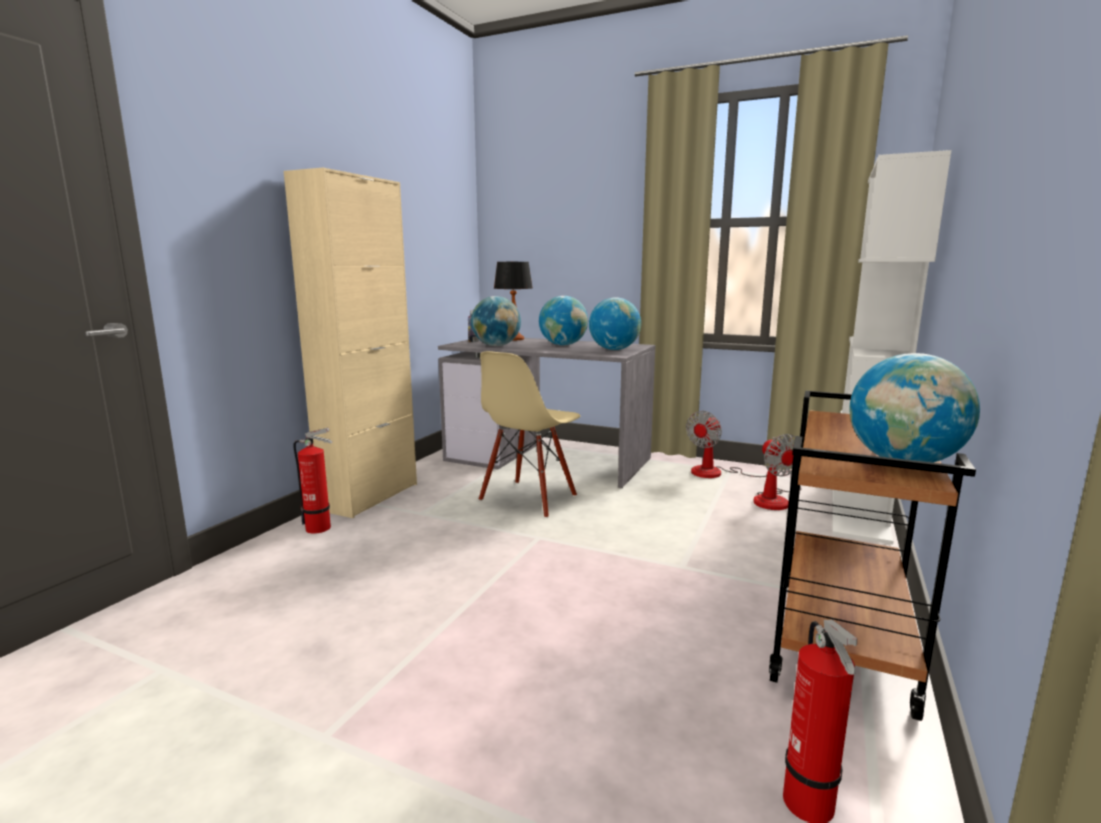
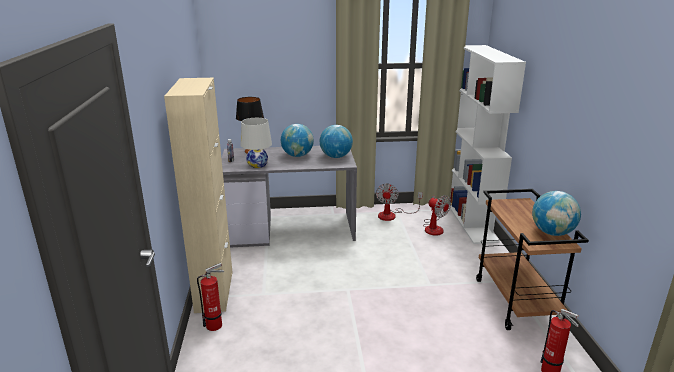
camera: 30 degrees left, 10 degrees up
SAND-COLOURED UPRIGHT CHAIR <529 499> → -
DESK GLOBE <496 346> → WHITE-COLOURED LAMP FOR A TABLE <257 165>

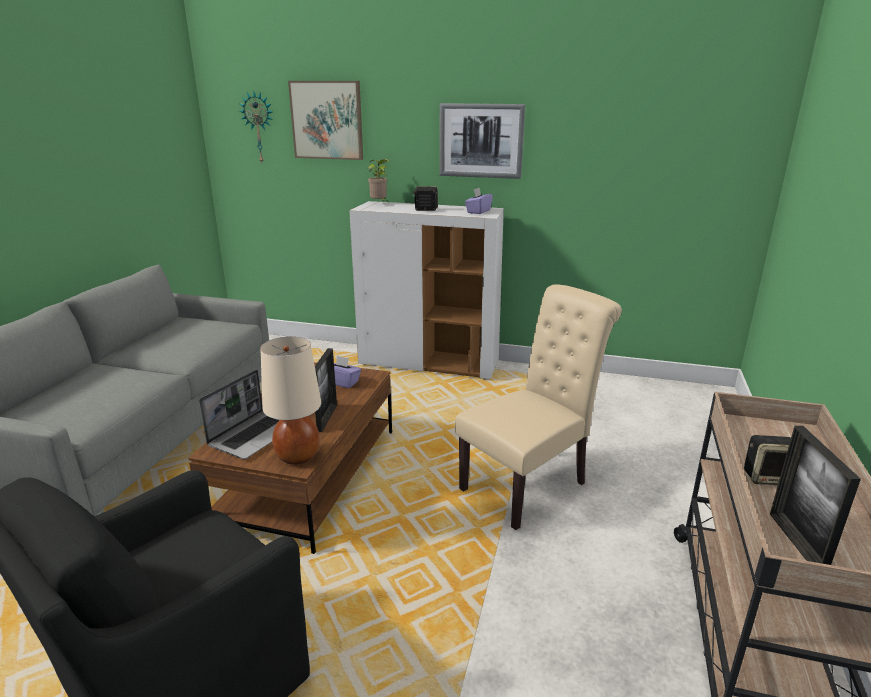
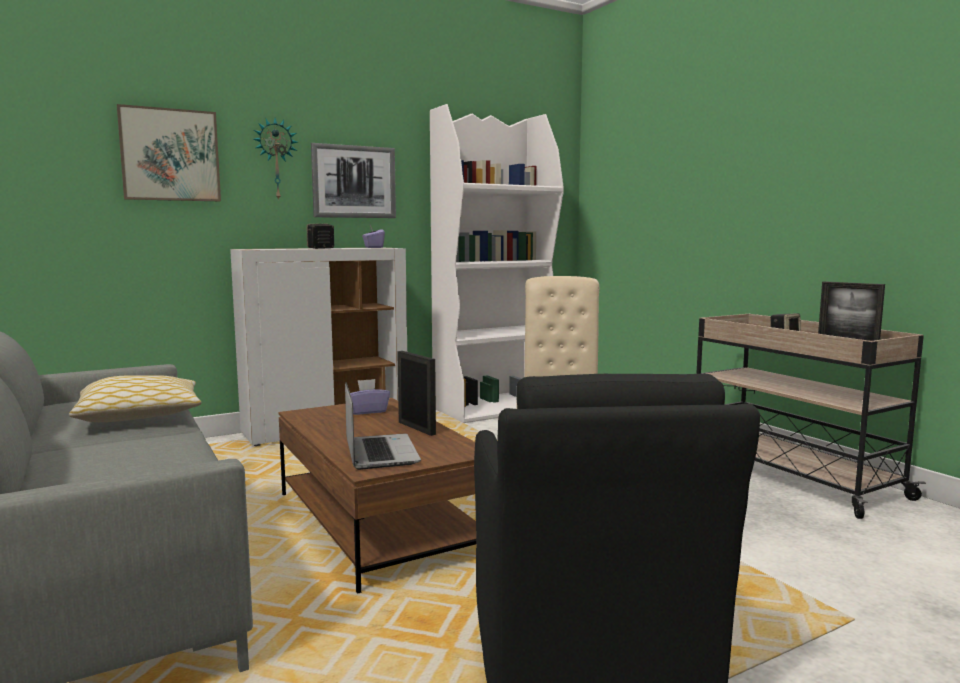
camera: 45 degrees left, 15 degrees down
SAND-COLOURED LAMP FOR A TABLE <297 456> → -
POTTED PLANT <379 204> → -
- → CUSHION <140 415>
- → WHITE-COLOURED BOOKCASE <496 408>
HANGING CLOCK <259 127> → HANGING CLOCK <275 159>, moved

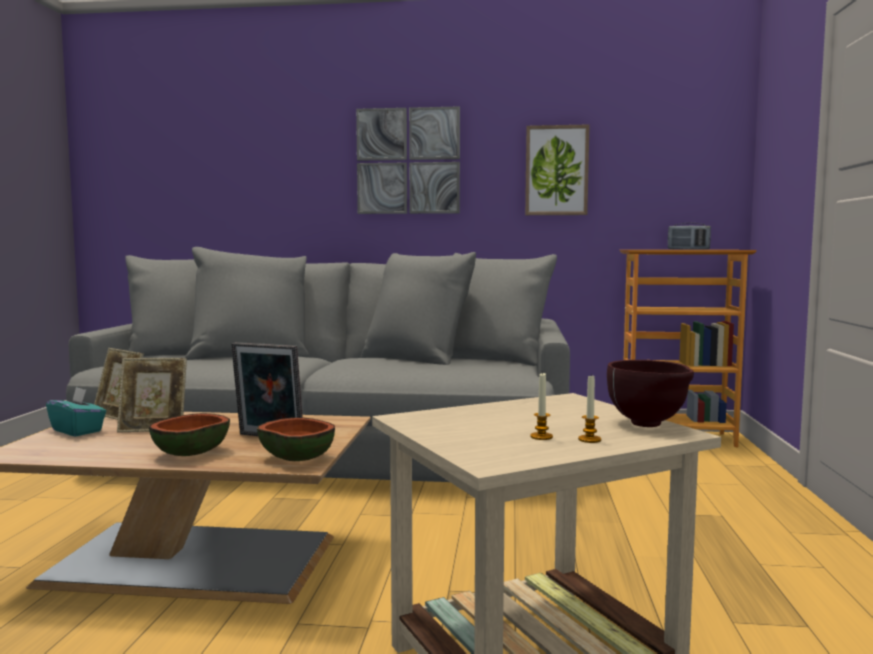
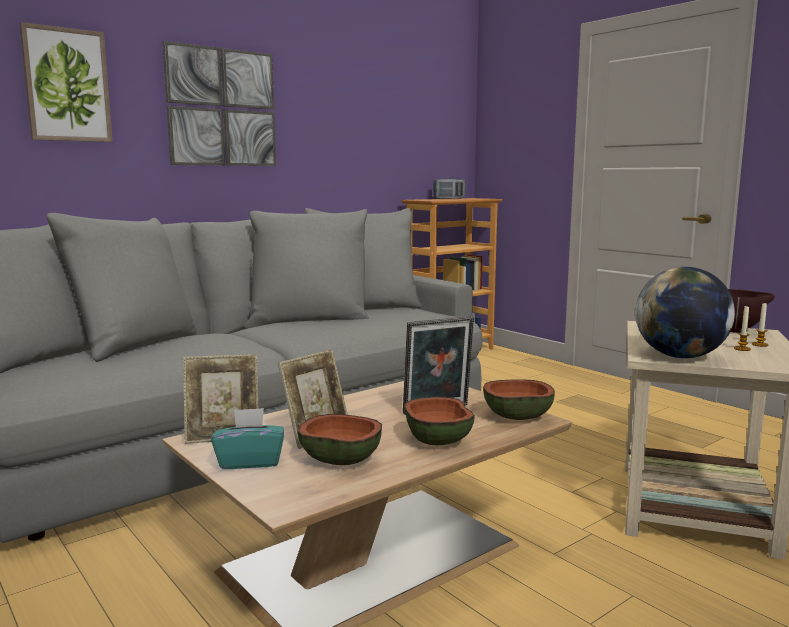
camera: 45 degrees left, 5 degrees up
- → BOWL <339 460>
- → DESK GLOBE <680 356>
WALL PICTURE <556 170> → WALL PICTURE <67 85>, moved

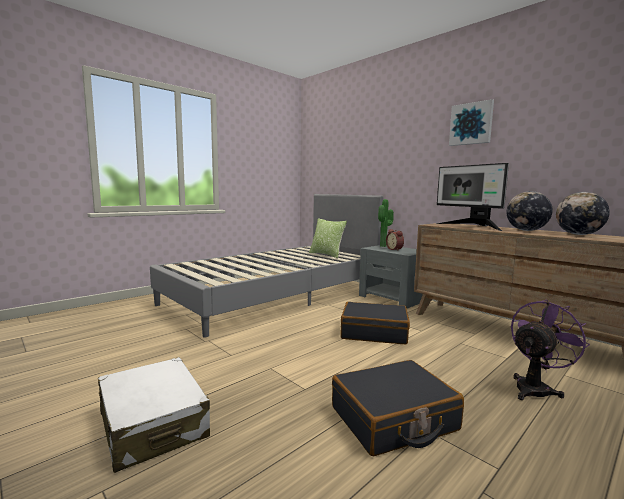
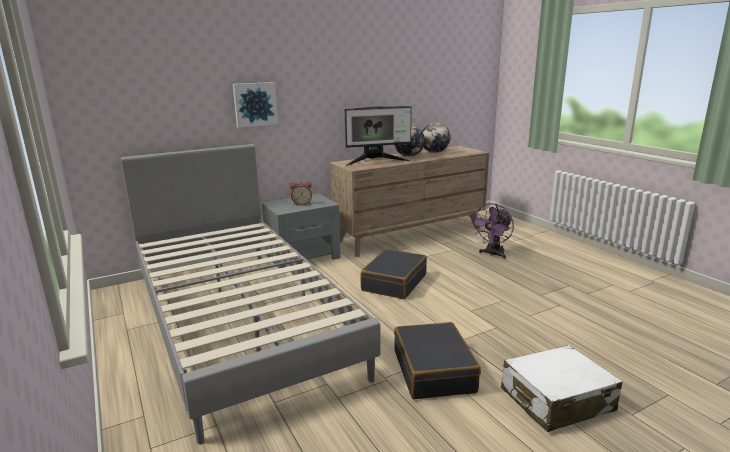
camera: 75 degrees left, 10 degrees up
CUSHION <326 255> → -
POTTED PLANT <384 246> → -
BLACKISH PIECE OF LUGGAGE <394 419> → BLACKISH PIECE OF LUGGAGE <434 371>, moved
WALL PICTURE <471 124> → WALL PICTURE <255 104>, moved
PURPLE FAN <535 388> → PURPLE FAN <493 254>, 120 degrees counterclockwise

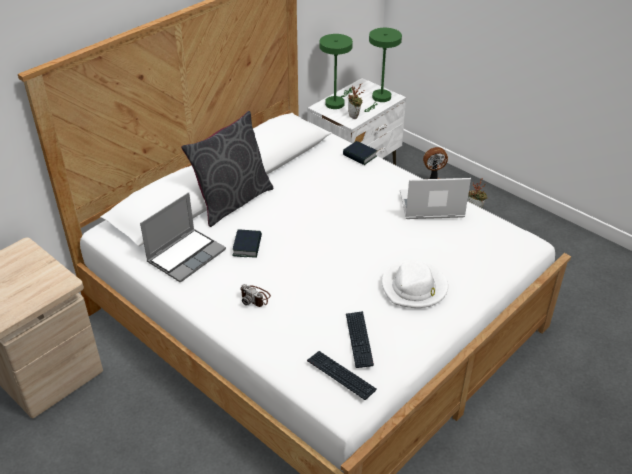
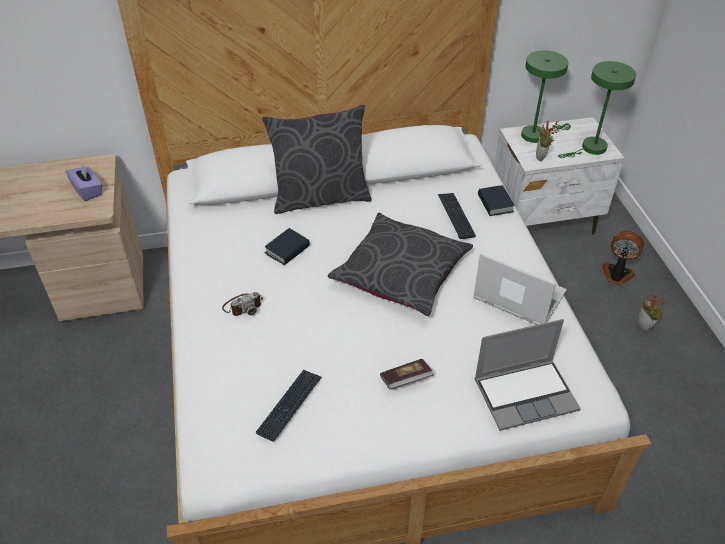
camera: 35 degrees right, 5 degrees up
- → PURPLE TISSUE HOLDER <88 191>
- → GREY CUSHION <401 272>
PORTABLE COMPUTER <186 255> → PORTABLE COMPUTER <526 394>, moved
KEYBOARD <341 375> → KEYBOARD <456 216>, moved
WHITE-COLOURED CLOTHING HAT <414 287> → BOUND BOOK <405 380>
PHOTO CAMERA <255 297> → PHOTO CAMERA <243 306>, 105 degrees counterclockwise

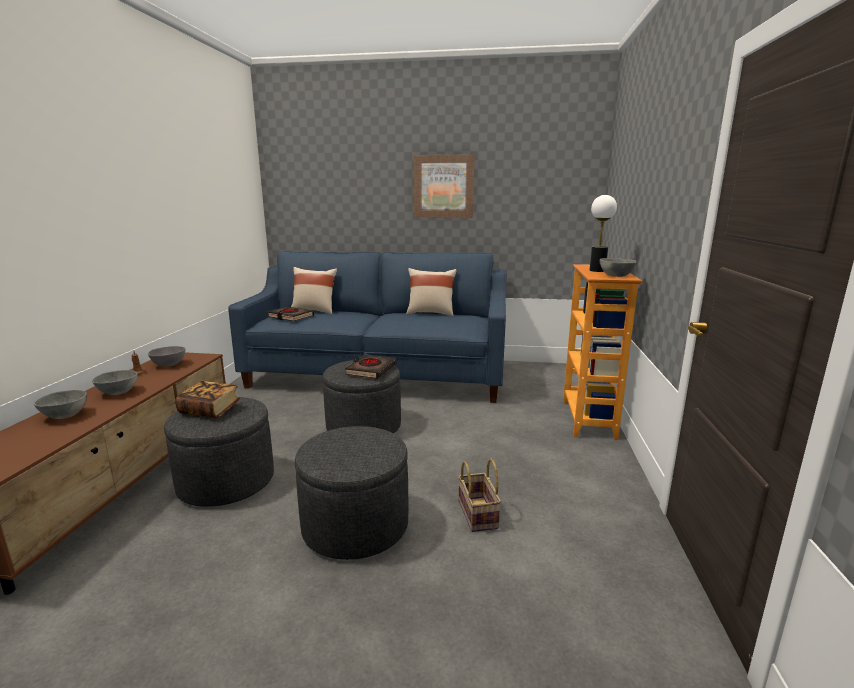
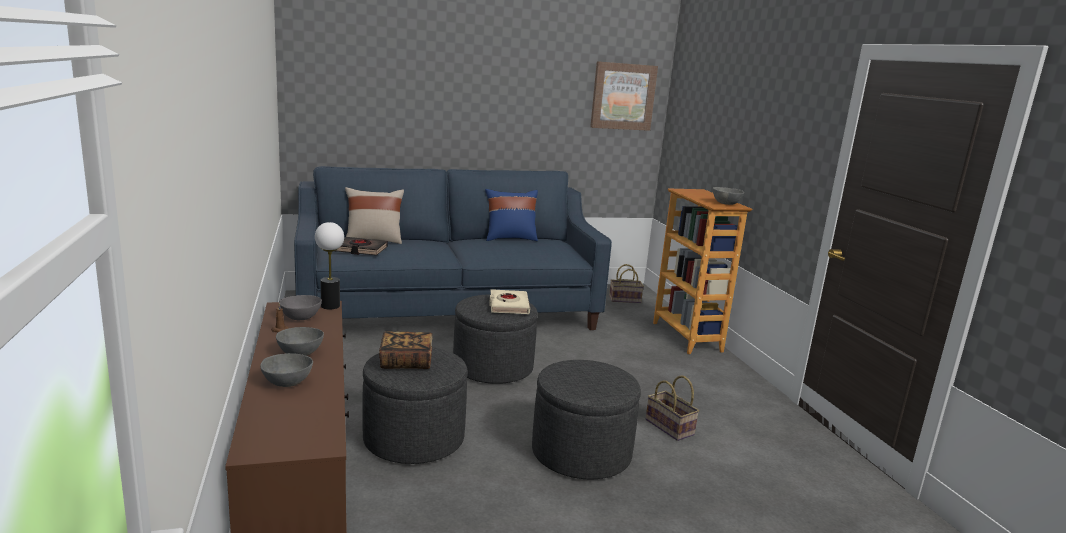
camera: 25 degrees left, 0 degrees up
- → HOUSEHOLD BASKET <625 299>
WALL PICTURE <443 186> → WALL PICTURE <623 96>, moved
LAMP FOR A TABLE <597 270> → LAMP FOR A TABLE <330 306>, moved
BLACKISH BOUND BOOK <371 370> → SAND-COLOURED BOUND BOOK <508 306>
SAND-COLOURED CUSHION <431 313> → BLUE CUSHION <510 238>

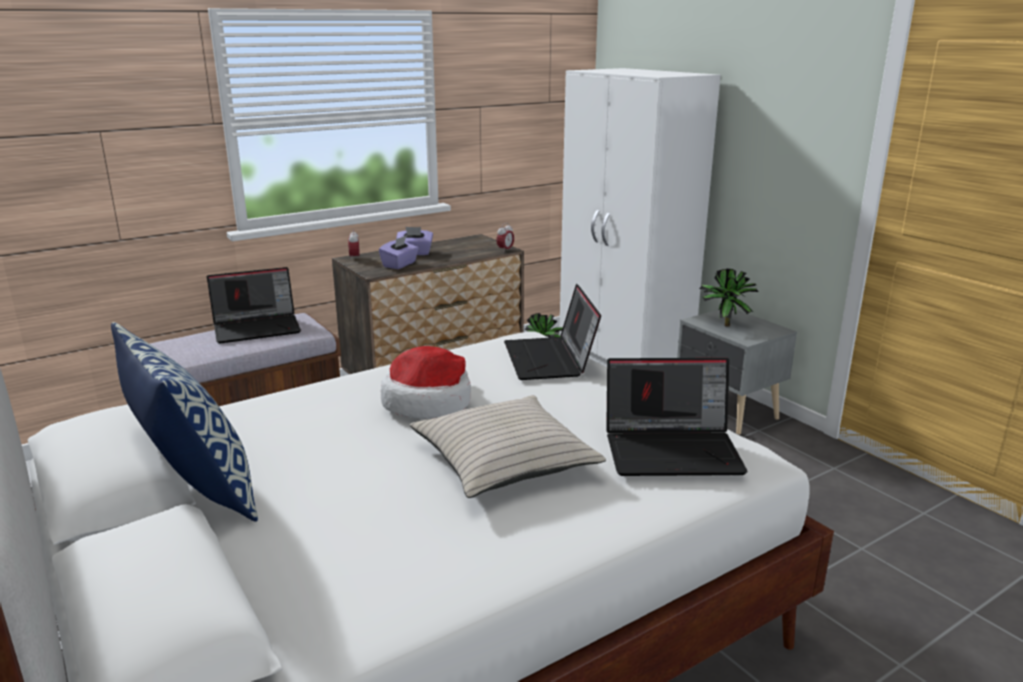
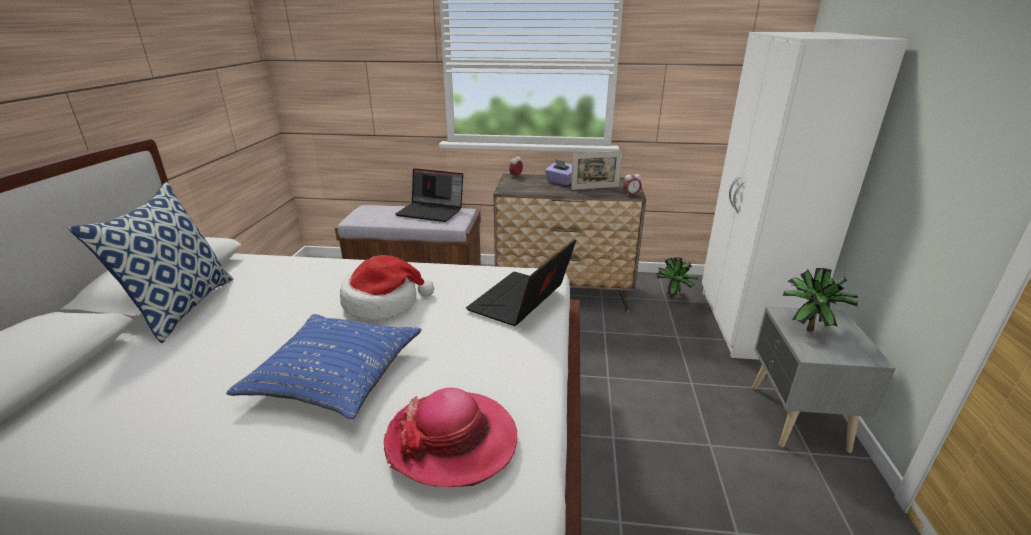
camera: 40 degrees right, 5 degrees up
PURPLE TISSUE HOLDER <400 264> → -
- → PHOTO FRAME <595 188>
PORTABLE COMPUTER <673 450> → CLOTHING HAT <452 440>
SAND-COLOURED CUSHION <504 461> → BLUE CUSHION <334 375>

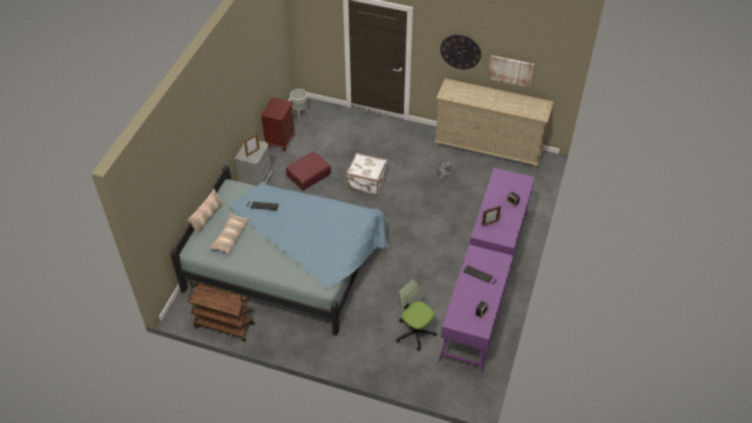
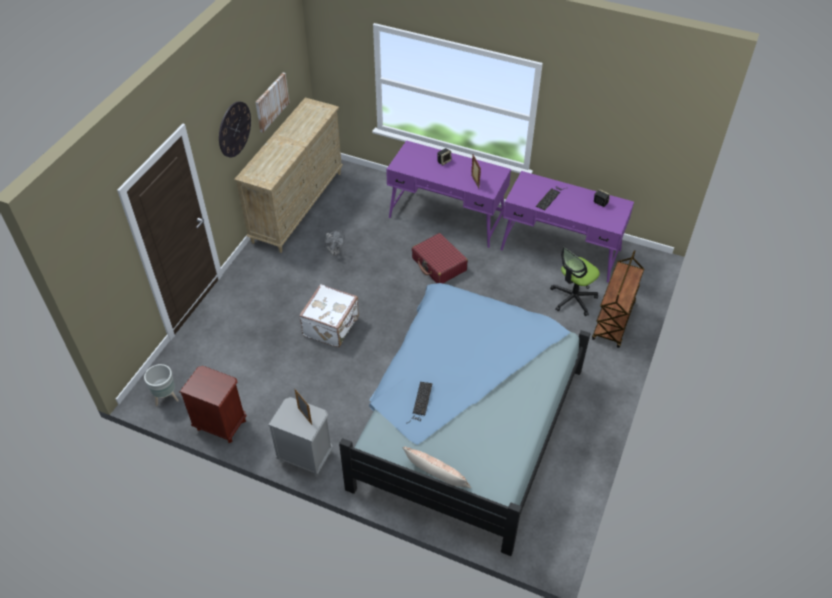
camera: 85 degrees left, 0 degrees up
CUSHION <230 237> → -
BROWNISH TROLLEY <223 325> → BROWNISH TROLLEY <613 321>, moved
REDDISH PIECE OF LUGGAGE <308 175> → REDDISH PIECE OF LUGGAGE <439 265>, moved

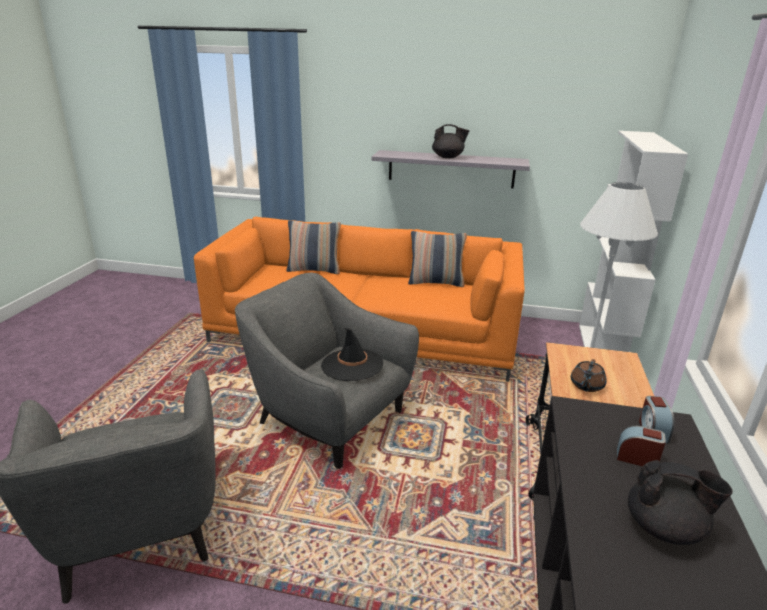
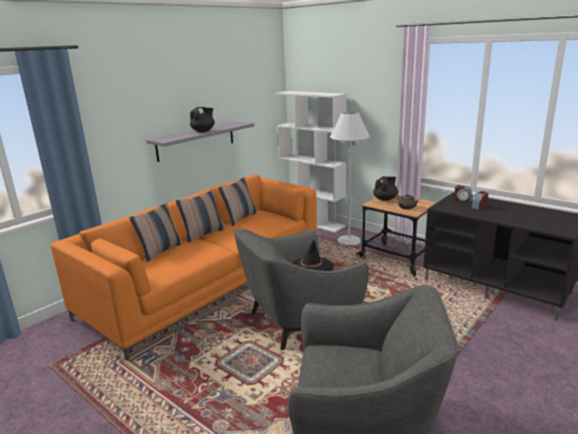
camera: 60 degrees left, 5 degrees down
- → CUSHION <203 234>
BLACKISH POT FOR TEA <665 528> → BLACKISH POT FOR TEA <385 199>, moved

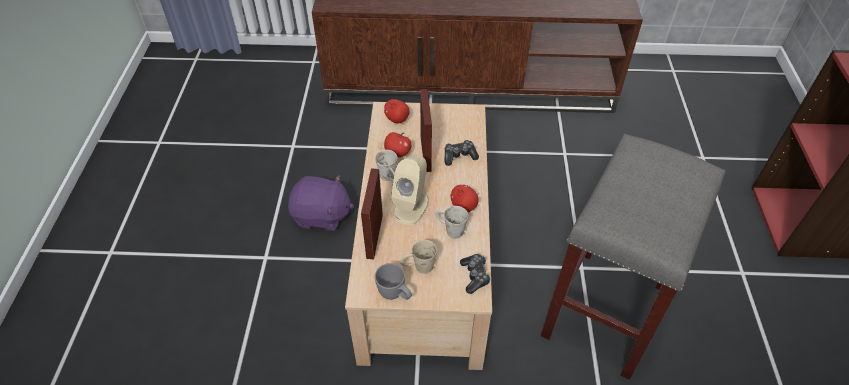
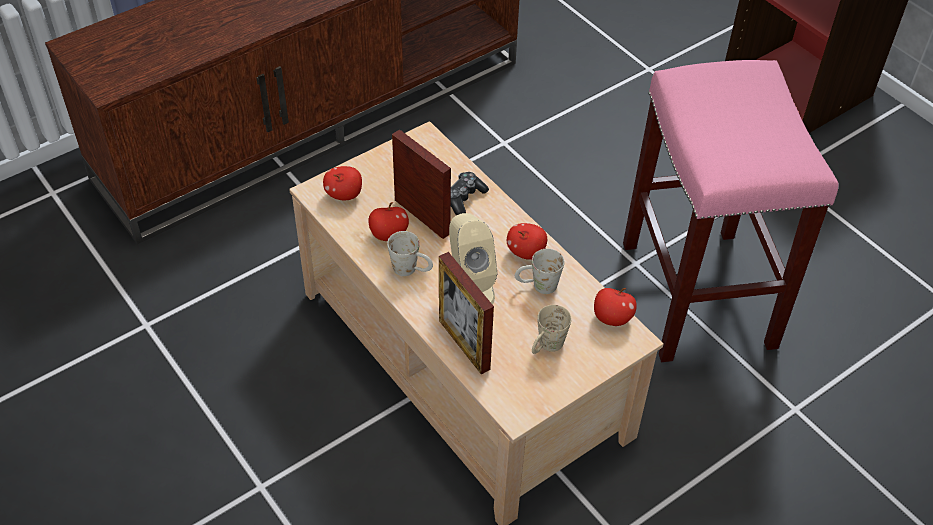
camera: 40 degrees left, 0 degrees up
PURPLE PLUSH TOY <321 216> → -
GREY TEA MUG <395 295> → -
GAME CONTROLLER <475 276> → APPLE FRUIT <612 318>
GREY STOOL SEAT <604 309> → PINK STOOL SEAT <695 292>

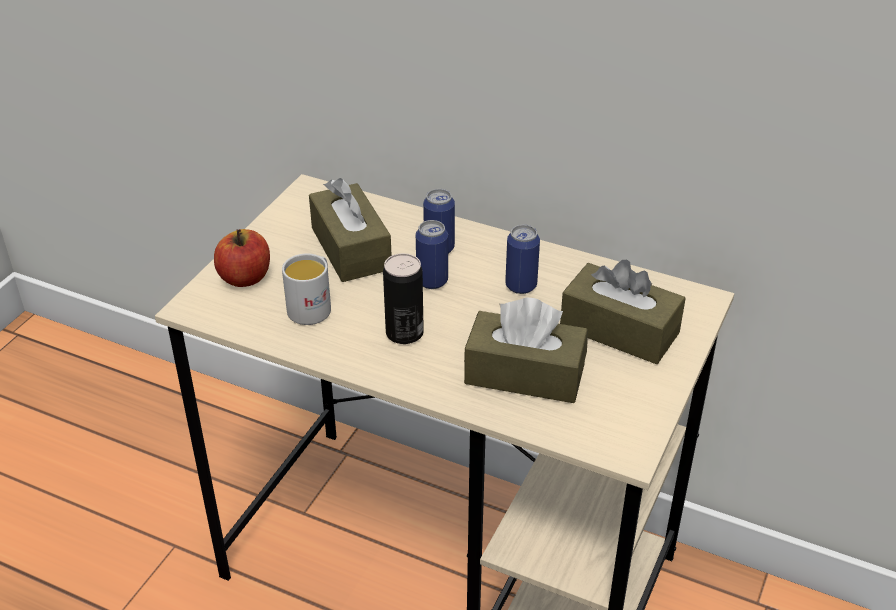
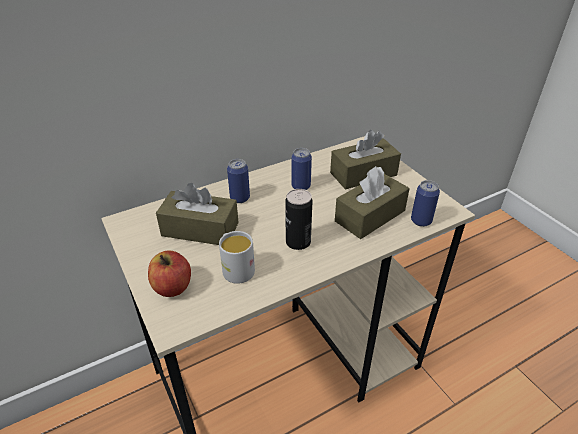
camera: 55 degrees left, 0 degrees up
SEALED CAN <432 281> → SEALED CAN <421 221>, moved

